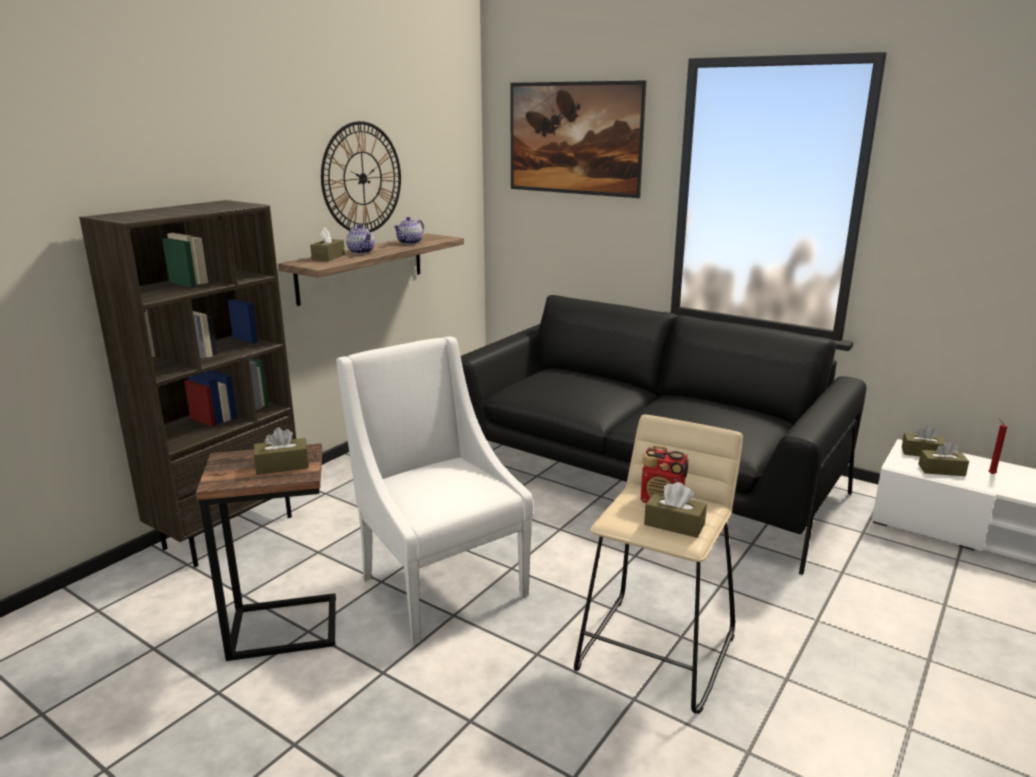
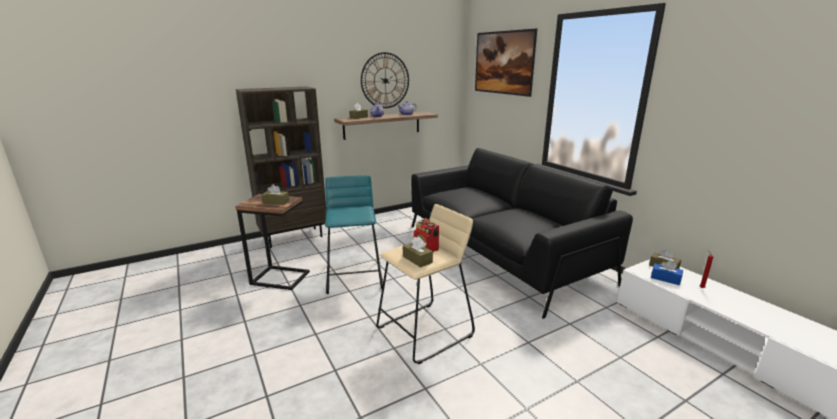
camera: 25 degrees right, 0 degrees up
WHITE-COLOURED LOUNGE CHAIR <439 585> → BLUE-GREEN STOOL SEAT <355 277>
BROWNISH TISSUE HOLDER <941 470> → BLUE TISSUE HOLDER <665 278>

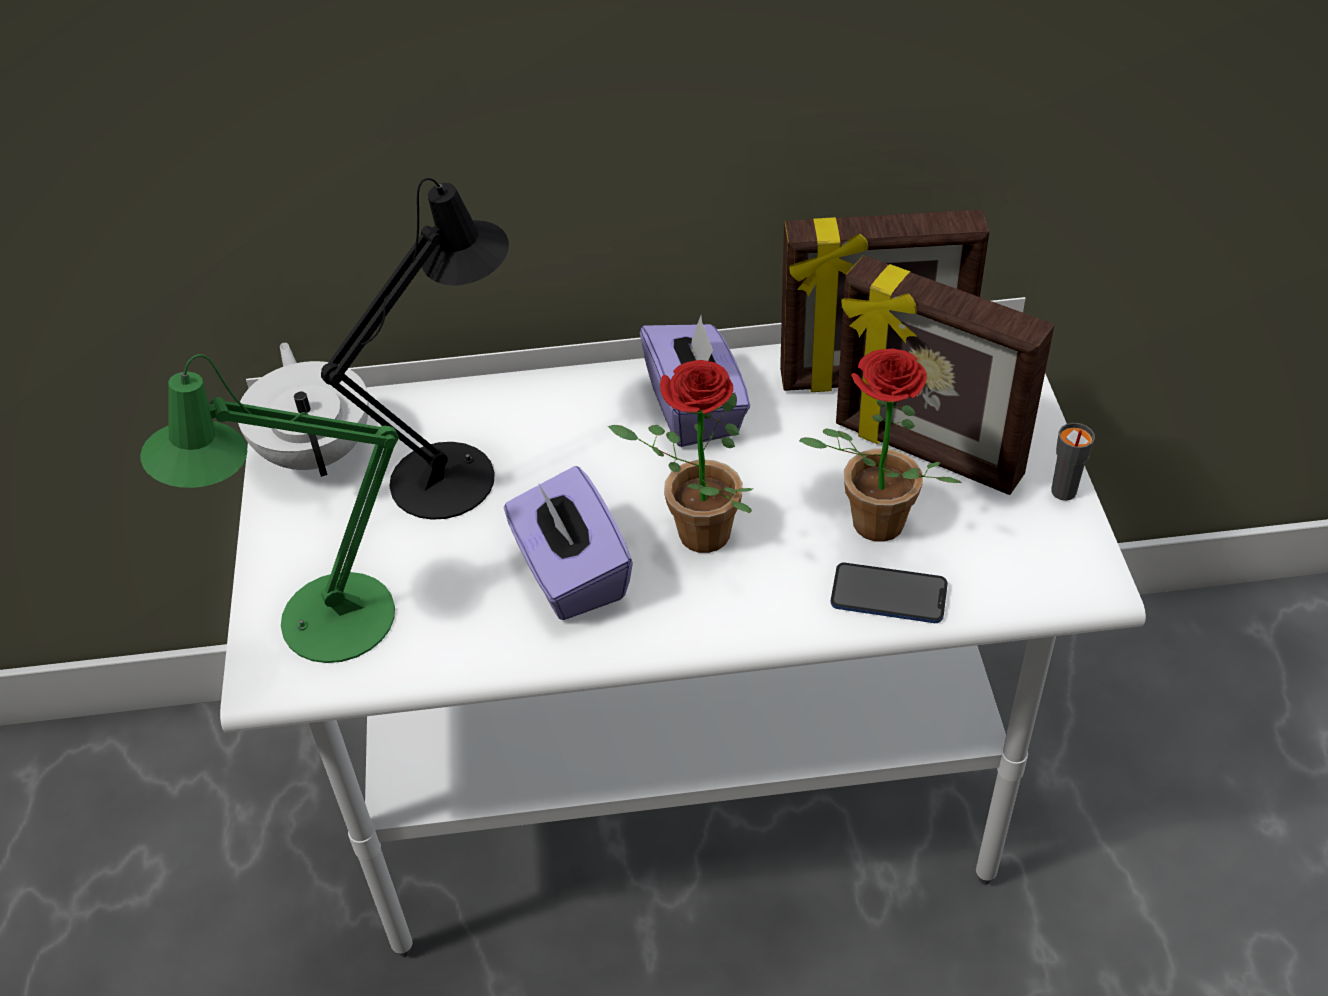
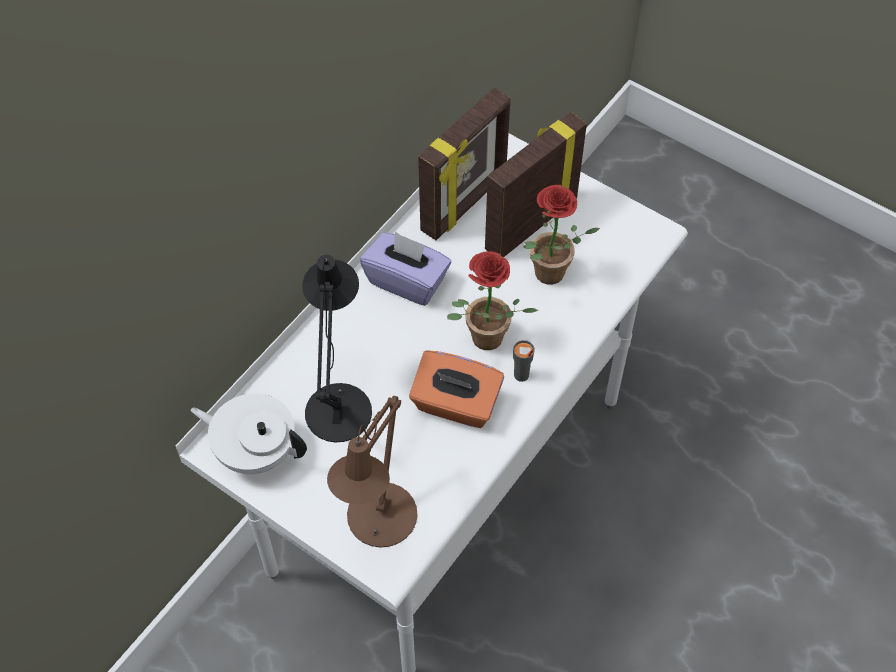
camera: 50 degrees left, 10 degrees up
HANDSET <888 595> → -
GREY CUP <1063 492> → GREY CUP <521 375>, moved
GREEN LAMP FOR A TABLE <320 623> → BROWNISH LAMP FOR A TABLE <378 524>
PURPLE TISSUE HOLDER <570 573> → ORANGEY TISSUE HOLDER <455 404>
PHOTO FRAME <926 452> → PHOTO FRAME <529 223>, 150 degrees clockwise

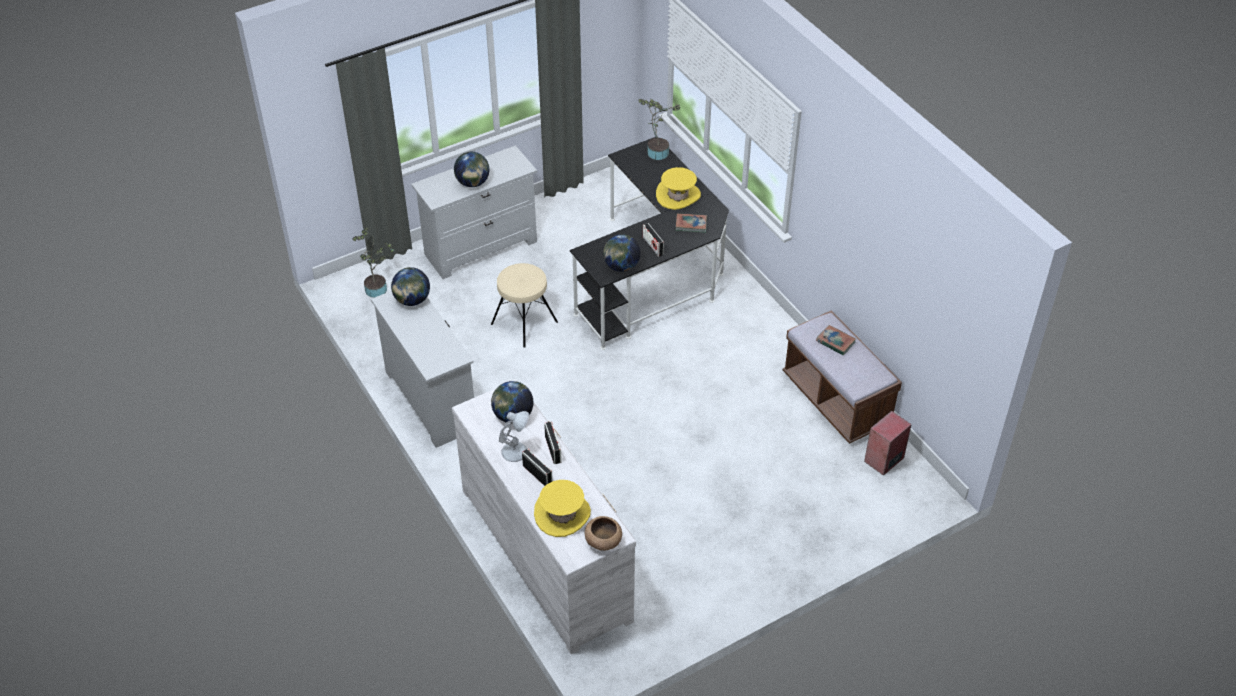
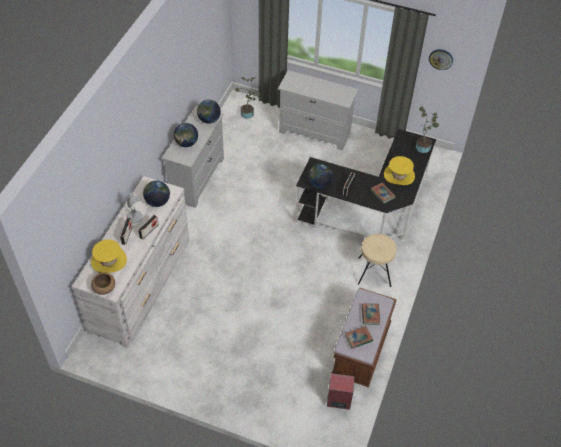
camera: 50 degrees right, 5 degrees up
- → BOUND BOOK <358 338>
- → HANGING CLOCK <441 59>
DESK GLOBE <473 183> → DESK GLOBE <186 143>, moved
SAND-COLOURED STOOL SEAT <524 323> → SAND-COLOURED STOOL SEAT <374 272>, moved

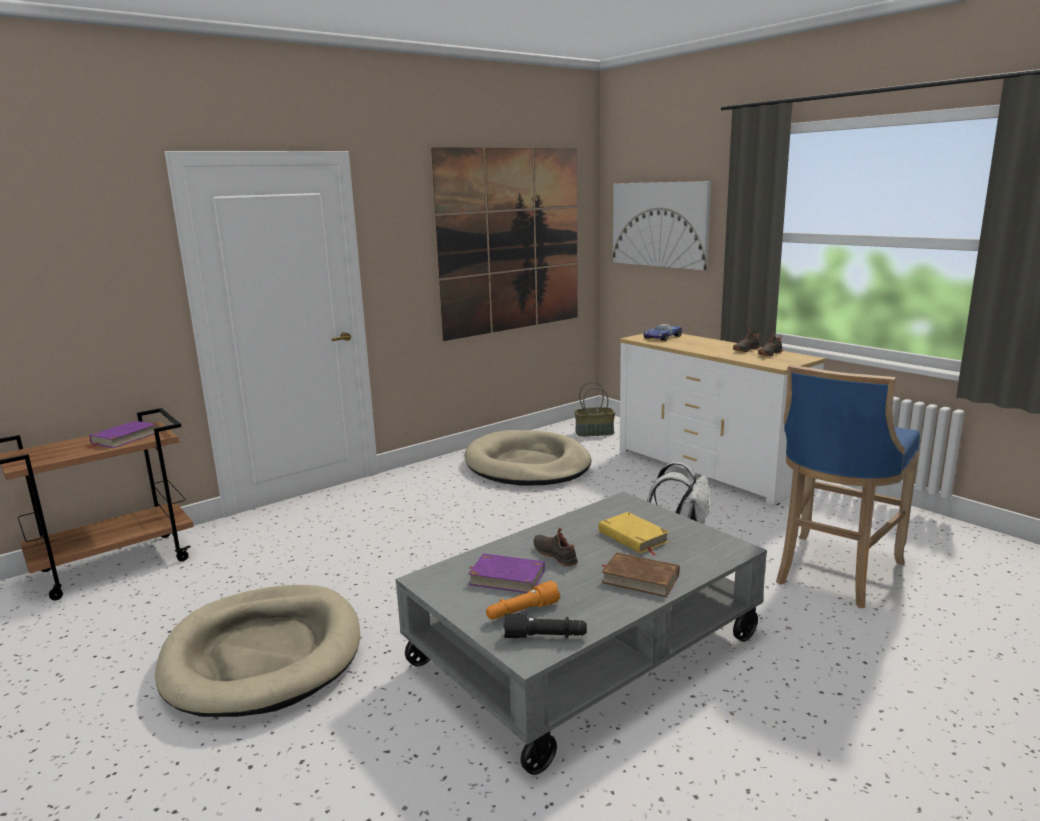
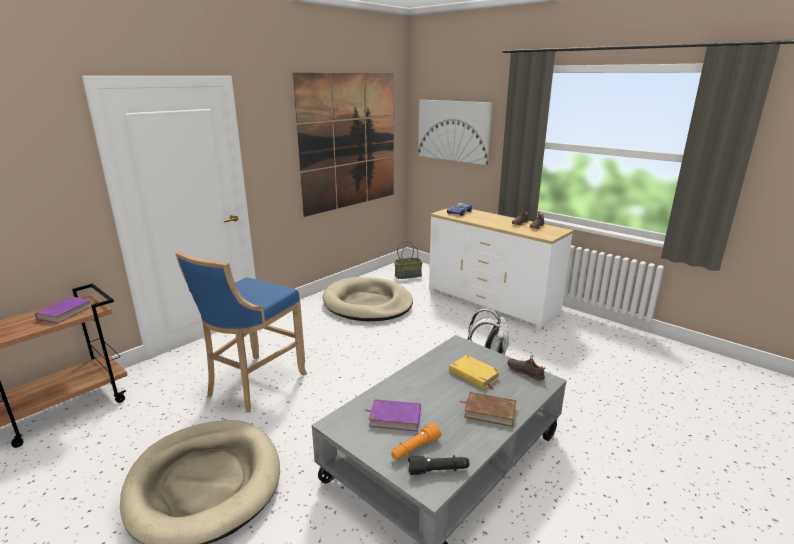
camera: 10 degrees left, 5 degrees up
BLACKISH SHOE <556 555> → BLACKISH SHOE <525 372>, moved
BLUE STOOL SEAT <833 573> → BLUE STOOL SEAT <253 385>, moved

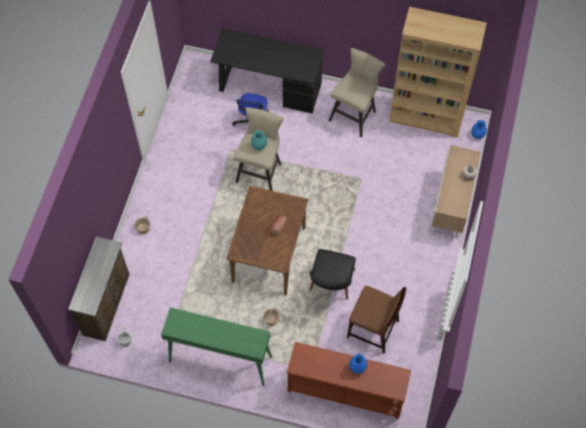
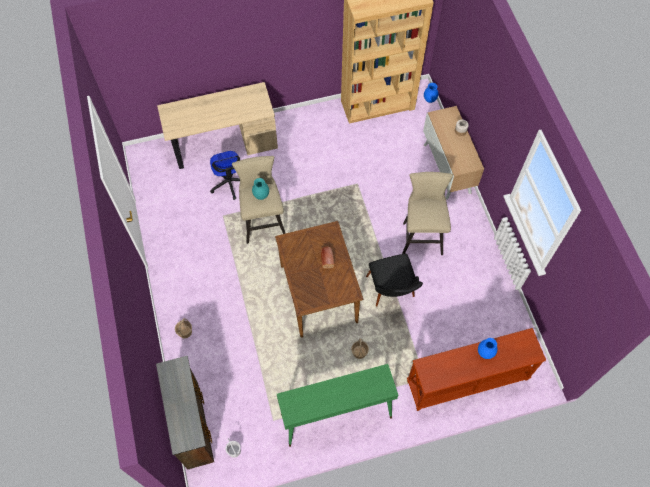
camera: 30 degrees left, 0 degrees up
BROWNISH UPRIGHT CHAIR <373 329> → -
SAND-COLOURED STOOL SEAT <354 114> → SAND-COLOURED STOOL SEAT <421 235>, moved
BLACKISH DESK TABLE <268 87> → SAND-COLOURED DESK TABLE <222 144>

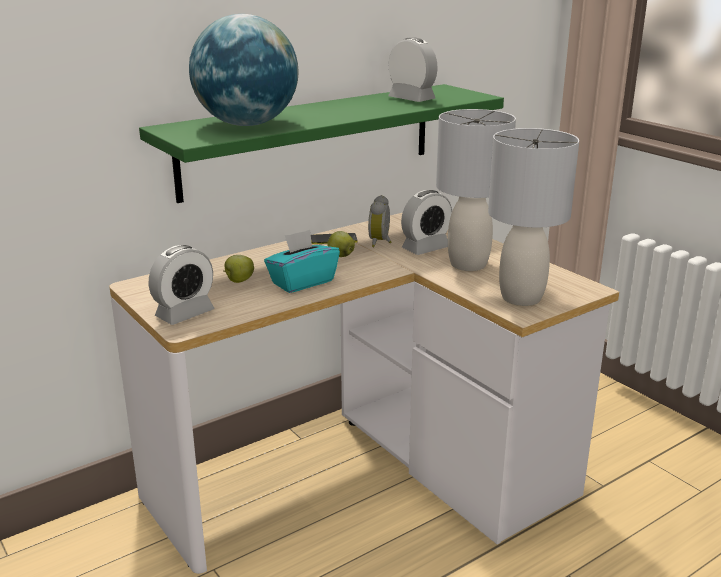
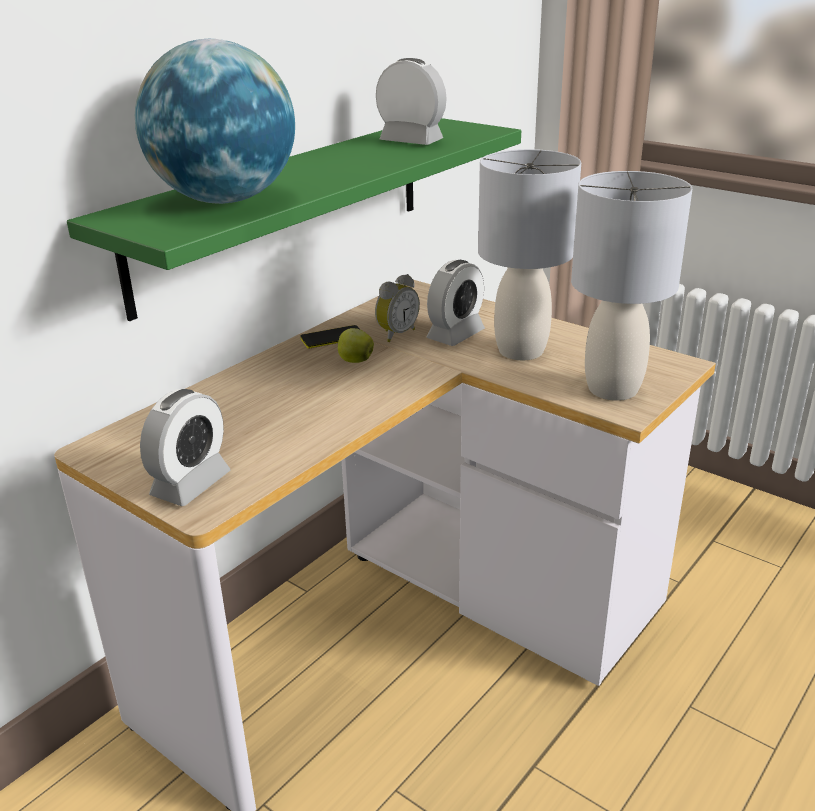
camera: 15 degrees left, 5 degrees up
APPLE FRUIT <239 281> → -
BLUE-GREEN TISSUE HOLDER <302 282> → -
BEDSIDE CLOCK <381 242> → BEDSIDE CLOCK <395 334>, 135 degrees counterclockwise

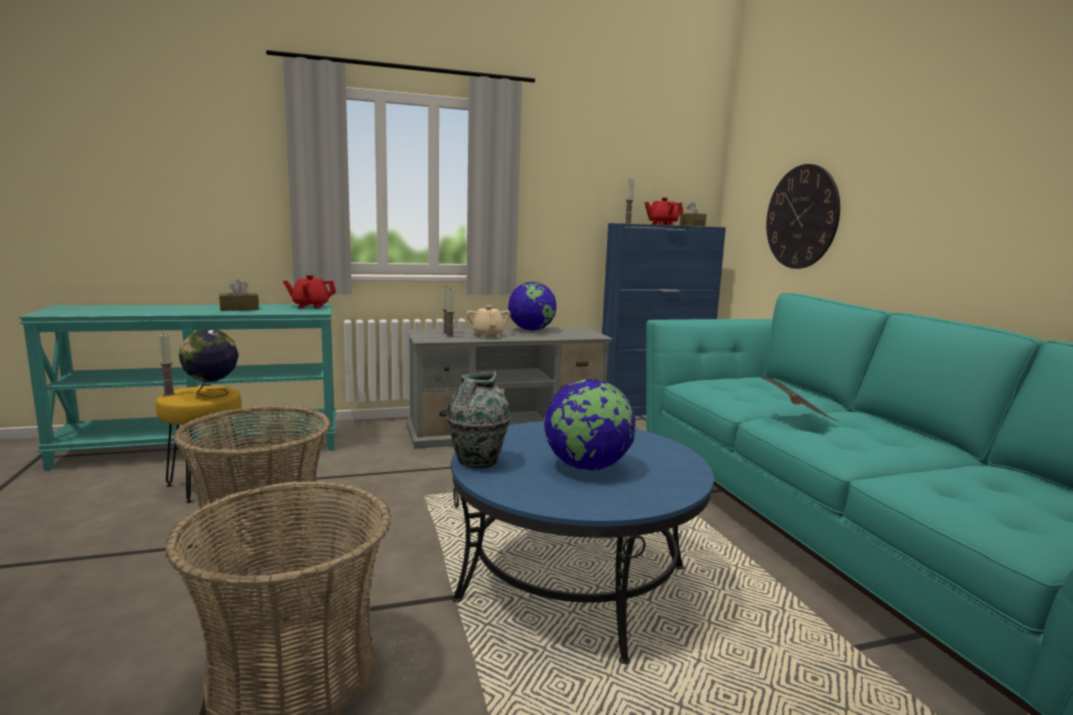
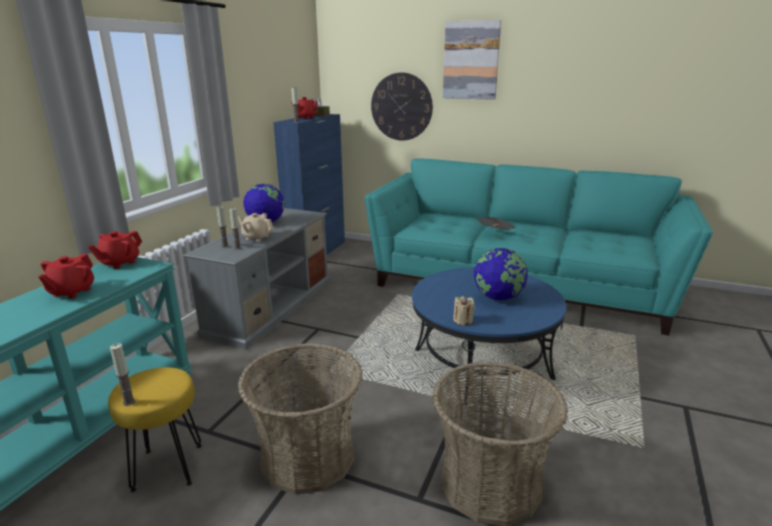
camera: 50 degrees left, 10 degrees up
DESK GLOBE <212 394> → -
- → WALL PICTURE <471 60>
BROWNISH TISSUE HOLDER <239 309> → REDDISH POT FOR TEA <71 292>
DECORATIVE VASE <477 462> → SAND-COLOURED WAX LIGHT <463 321>

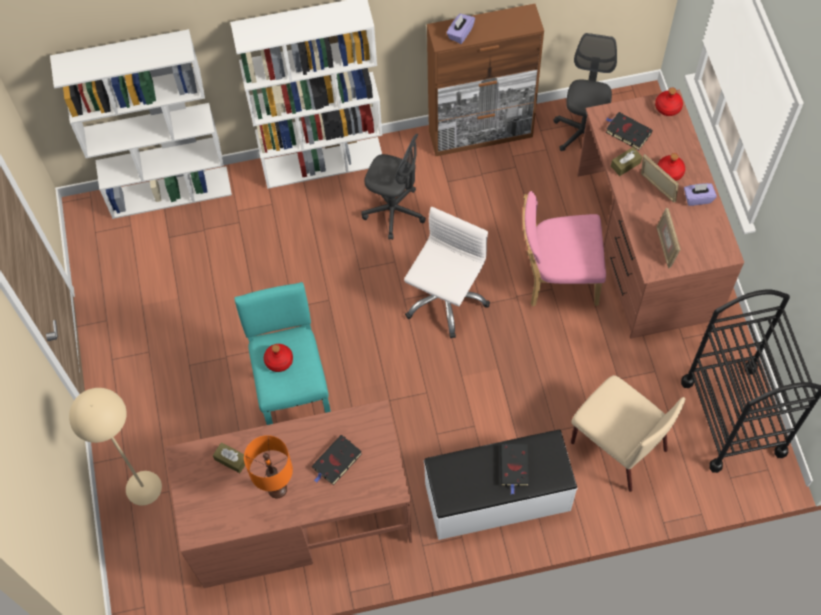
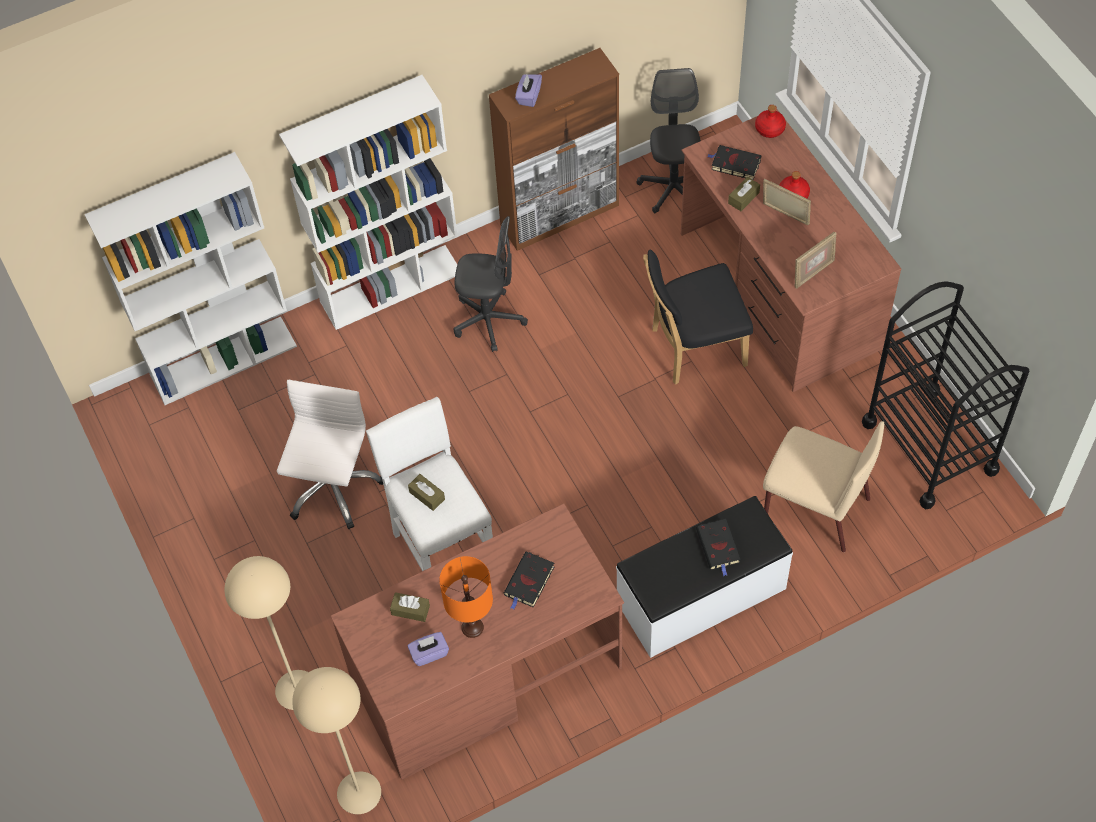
camera: 15 degrees left, 5 degrees down
- → SAND-COLOURED FLOOR LAMP <358 793>
WHITE-COLOURED DESK CHAIR <445 299> → WHITE-COLOURED DESK CHAIR <332 486>, moved
PURPLE TISSUE HOLDER <697 198> → PURPLE TISSUE HOLDER <429 653>, moved
REDDISH BOTTLE <279 360> → BROWNISH TISSUE HOLDER <427 495>
BLUE-GREEN STOOL SEAT <296 401> → WHITE-COLOURED STOOL SEAT <443 551>
PINK UPRIGHT CHAIR <557 278> → BLACKISH UPRIGHT CHAIR <693 348>
PHOTO FRAME <665 247> → PHOTO FRAME <813 273>, 105 degrees counterclockwise

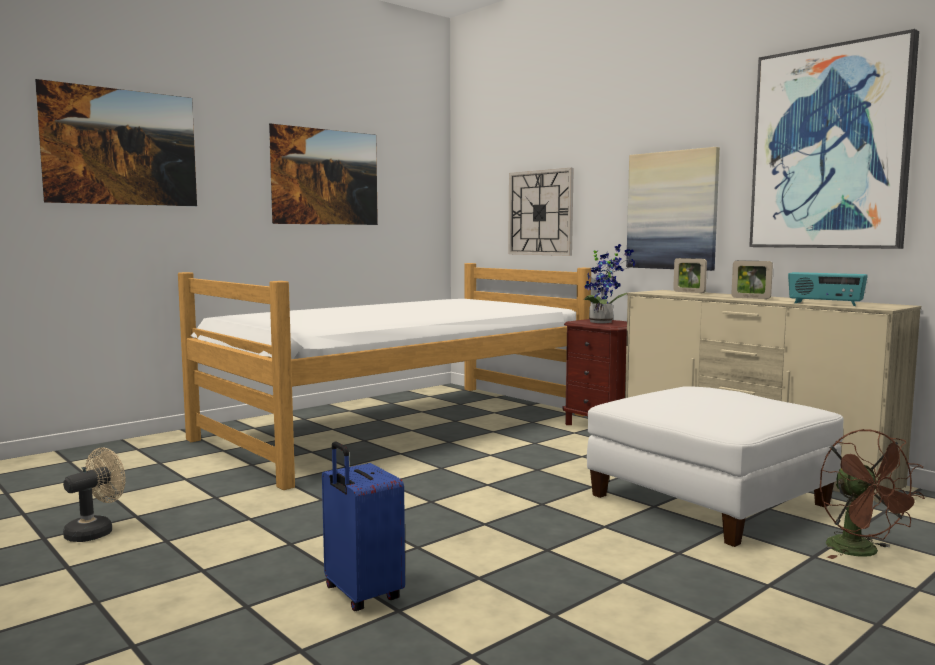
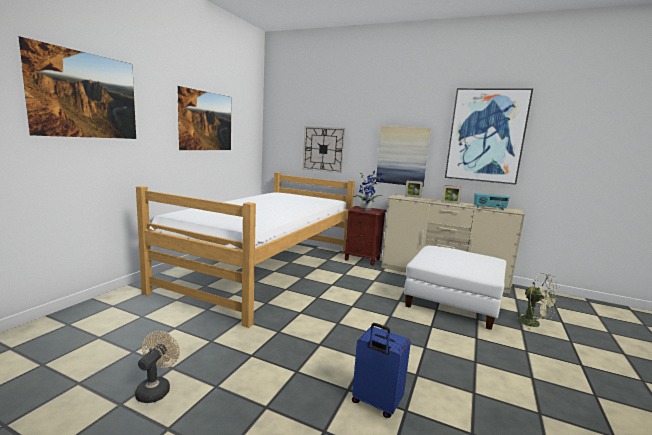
camera: 25 degrees left, 5 degrees up
BROWNISH FAN <861 552> → GREEN FAN <534 324>

